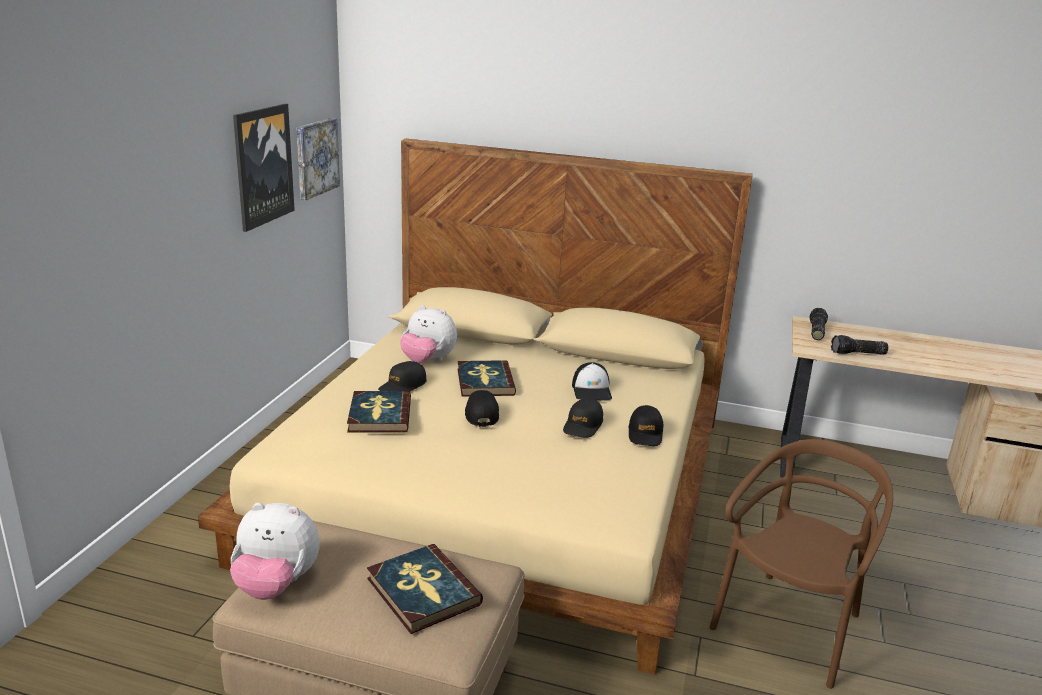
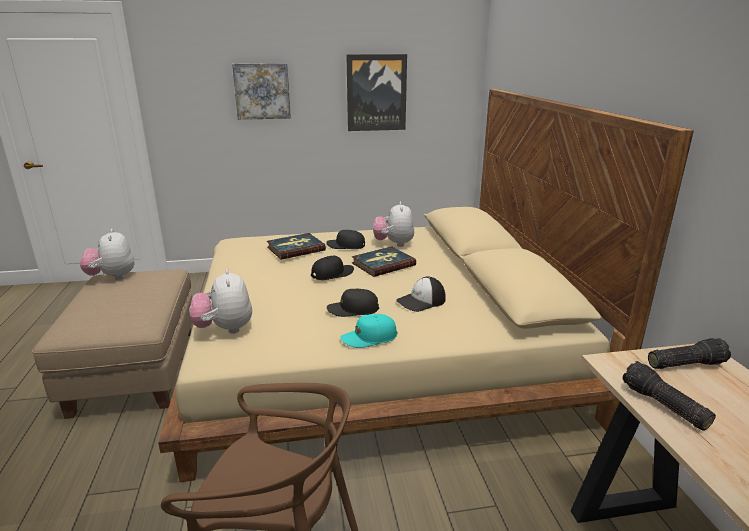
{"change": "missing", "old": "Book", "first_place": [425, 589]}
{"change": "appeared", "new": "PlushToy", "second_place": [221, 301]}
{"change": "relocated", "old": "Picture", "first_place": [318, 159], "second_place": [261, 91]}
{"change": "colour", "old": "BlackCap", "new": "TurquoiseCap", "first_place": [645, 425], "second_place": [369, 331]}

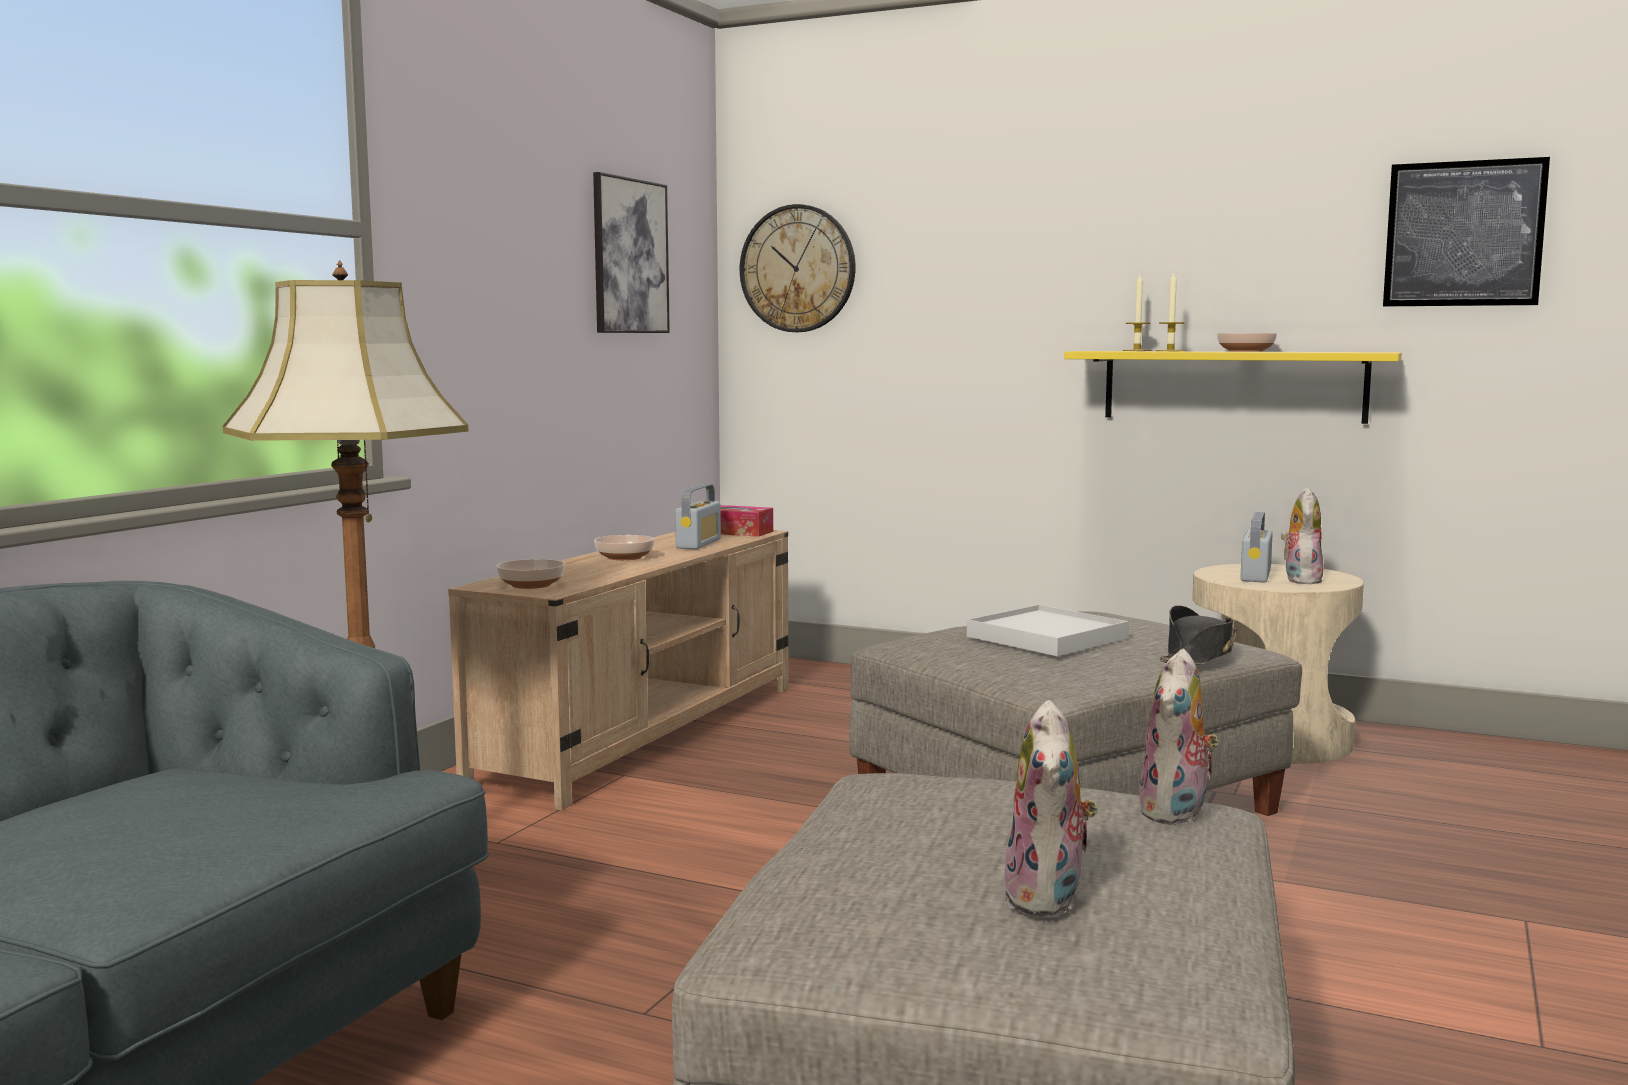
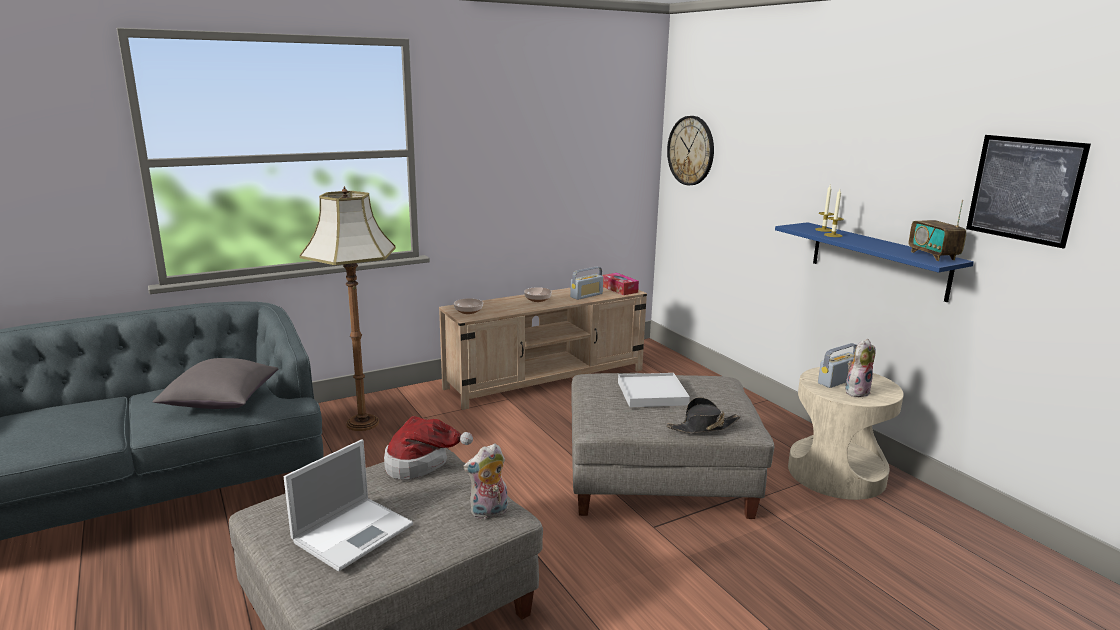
{"change": "missing", "old": "Picture", "first_place": [631, 252]}
{"change": "missing", "old": "Bowl", "first_place": [1247, 342]}
{"change": "appeared", "new": "GreyPillow", "second_place": [215, 383]}
{"change": "appeared", "new": "Hat", "second_place": [428, 448]}
{"change": "appeared", "new": "Radio", "second_place": [937, 230]}
{"change": "exchanged", "old": "PlushToy", "new": "Laptop", "first_place": [1050, 808], "second_place": [348, 505]}
{"change": "colour", "old": "YellowShelf", "new": "BlueShelf", "first_place": [1232, 387], "second_place": [874, 262]}

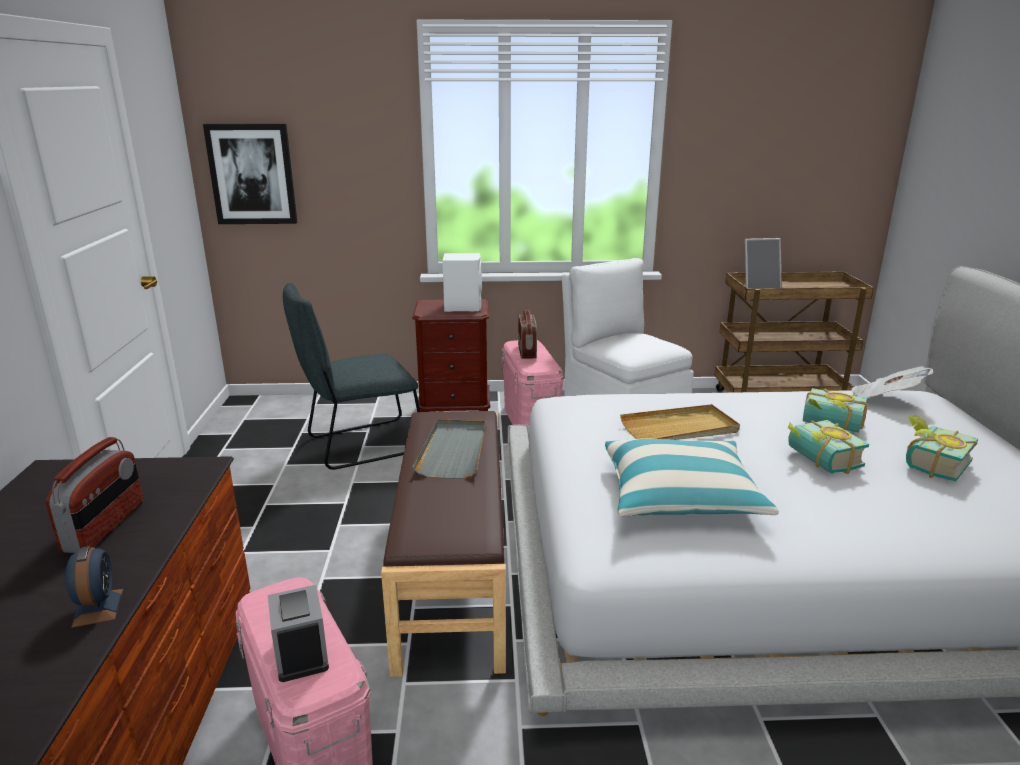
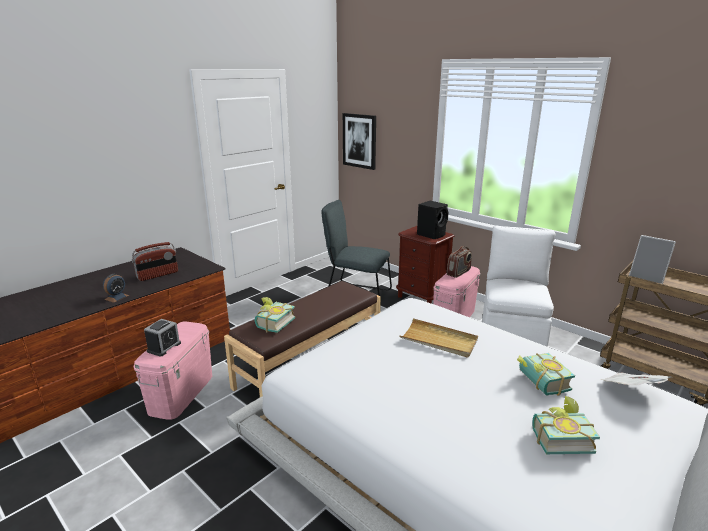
{"change": "missing", "old": "GreyTray", "first_place": [449, 449]}
{"change": "missing", "old": "Pillow", "first_place": [692, 478]}
{"change": "relocated", "old": "Book", "first_place": [828, 447], "second_place": [275, 315]}
{"change": "colour", "old": "WhiteSpeaker", "new": "BlackSpeaker", "first_place": [462, 282], "second_place": [432, 220]}

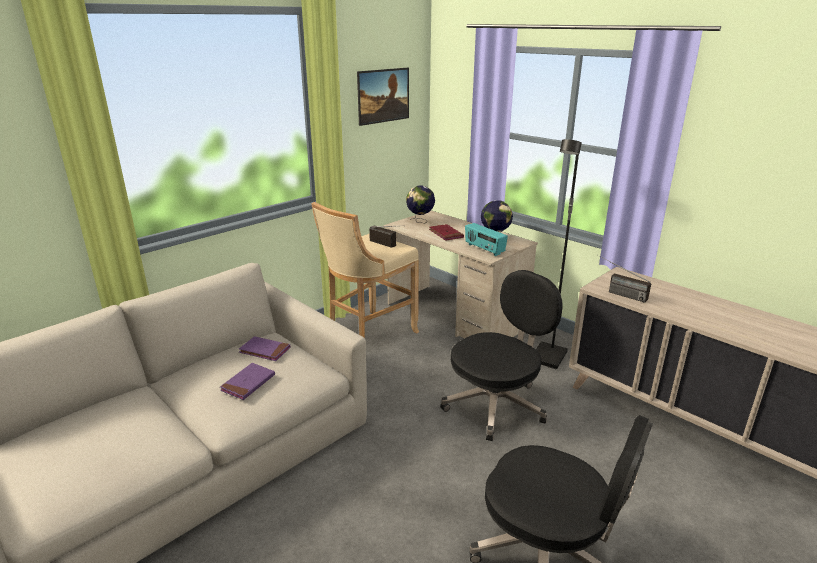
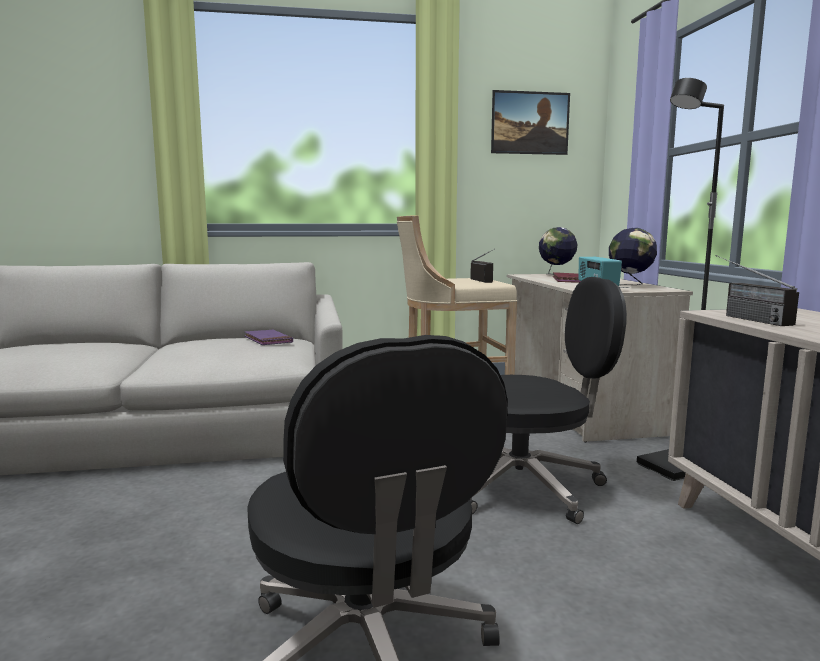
{"change": "missing", "old": "PurpleBook", "first_place": [247, 381]}

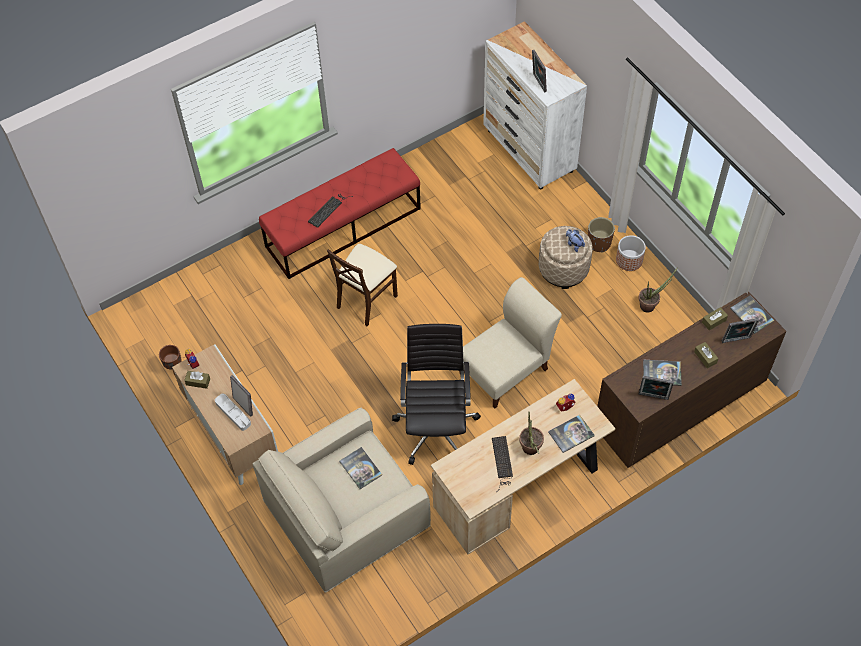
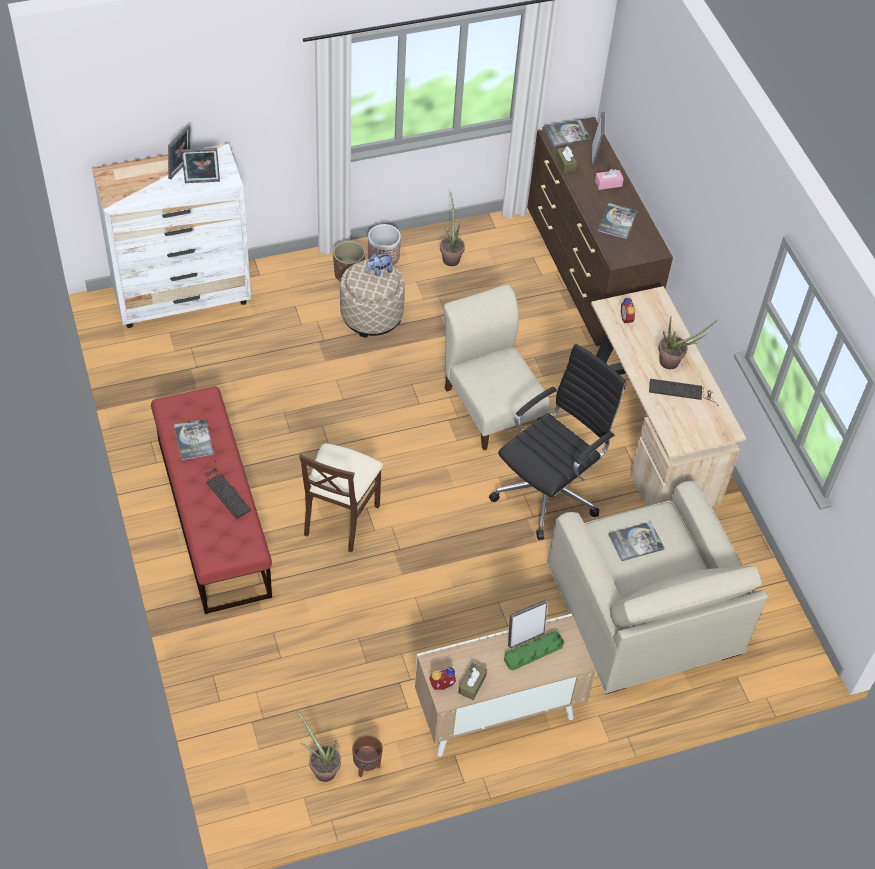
{"change": "appeared", "new": "PottedPlant", "second_place": [318, 746]}
{"change": "relocated", "old": "Book", "first_place": [571, 434], "second_place": [194, 440]}
{"change": "relocated", "old": "PictureFrame", "first_place": [656, 388], "second_place": [179, 152]}
{"change": "colour", "old": "GreyTray", "new": "GreenTray", "first_place": [233, 412], "second_place": [534, 650]}
{"change": "colour", "old": "BrownTissueBox", "new": "PinkTissueBox", "first_place": [706, 355], "second_place": [609, 179]}
{"change": "spun", "old": "BeigeChair", "first_place": [362, 285], "second_place": [341, 497], "degrees": 60}
{"change": "spun", "old": "BlackOfficeChair", "first_place": [436, 394], "second_place": [557, 442], "degrees": 120}

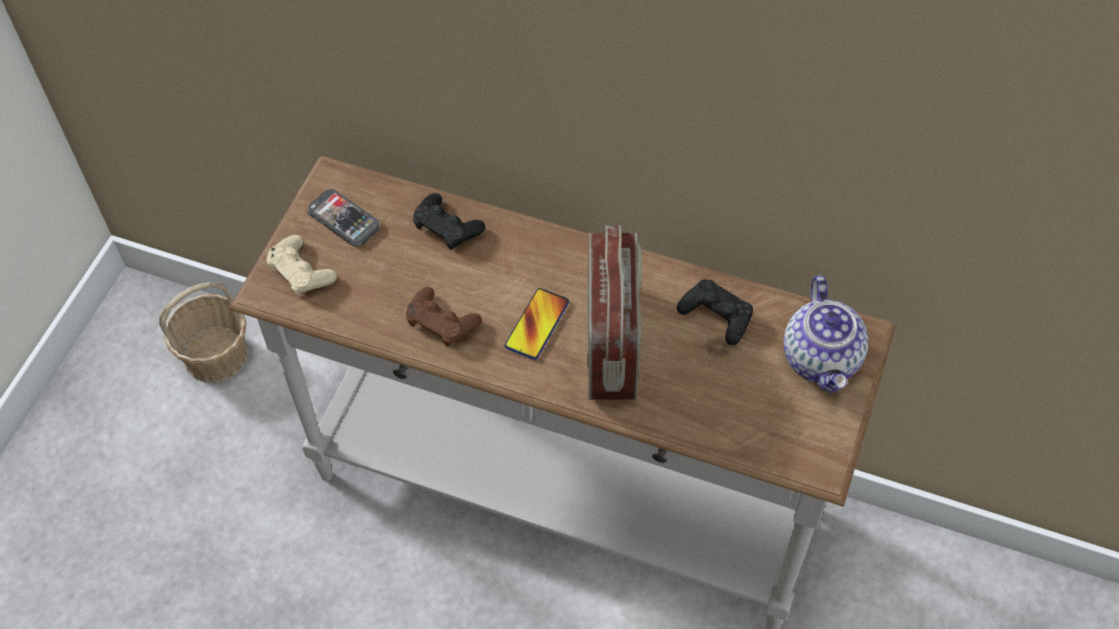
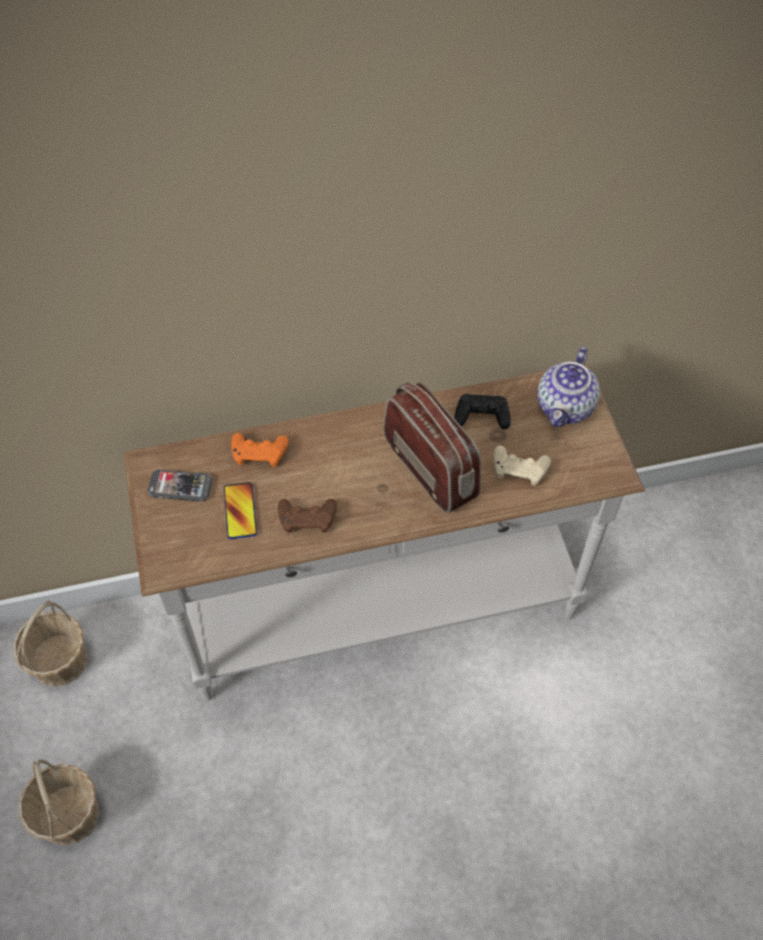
{"change": "appeared", "new": "Basket", "second_place": [59, 802]}
{"change": "relocated", "old": "BeigeGameController", "first_place": [301, 265], "second_place": [522, 465]}
{"change": "relocated", "old": "Phone", "first_place": [537, 324], "second_place": [240, 510]}
{"change": "colour", "old": "BlackGameController", "new": "OrangeGameController", "first_place": [449, 221], "second_place": [259, 450]}
{"change": "spun", "old": "Teapot", "first_place": [825, 334], "second_place": [568, 387], "degrees": 60}

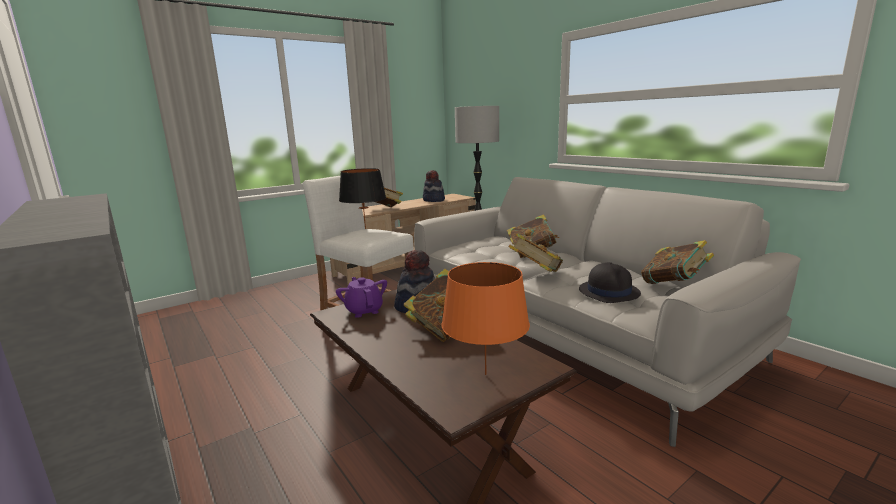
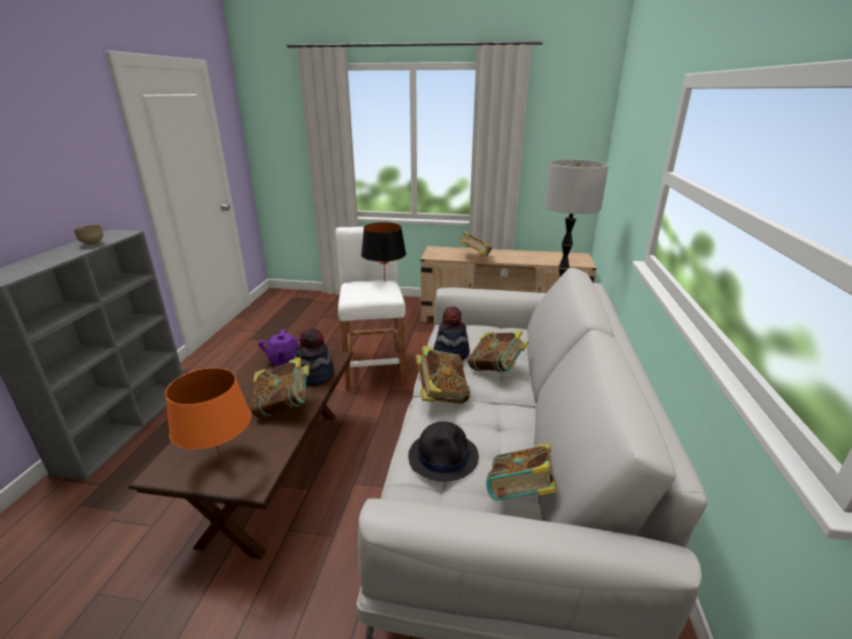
{"change": "appeared", "new": "BrownBowl", "second_place": [88, 235]}
{"change": "relocated", "old": "Hat", "first_place": [434, 186], "second_place": [452, 334]}
{"change": "spun", "old": "PurpleTeapot", "first_place": [361, 297], "second_place": [279, 347], "degrees": 150}

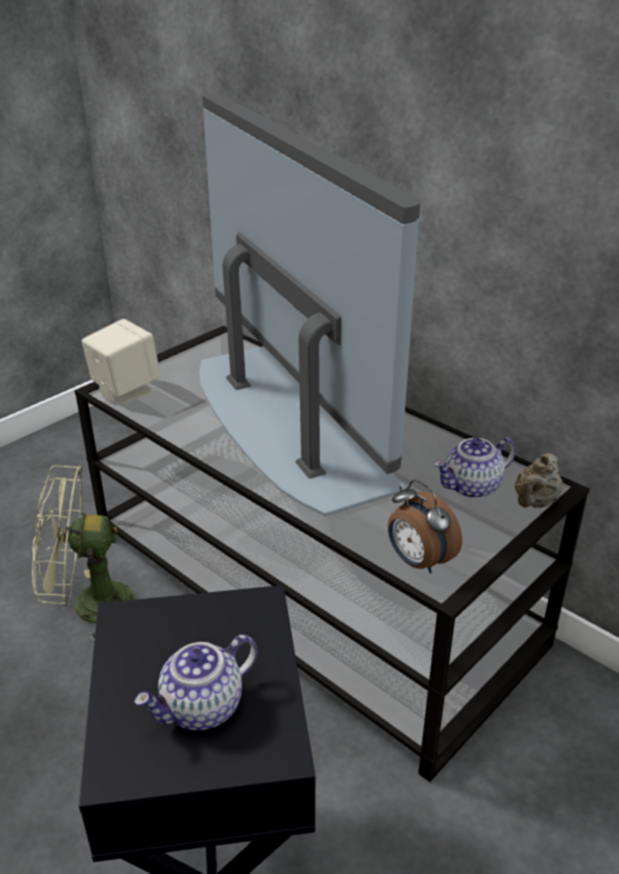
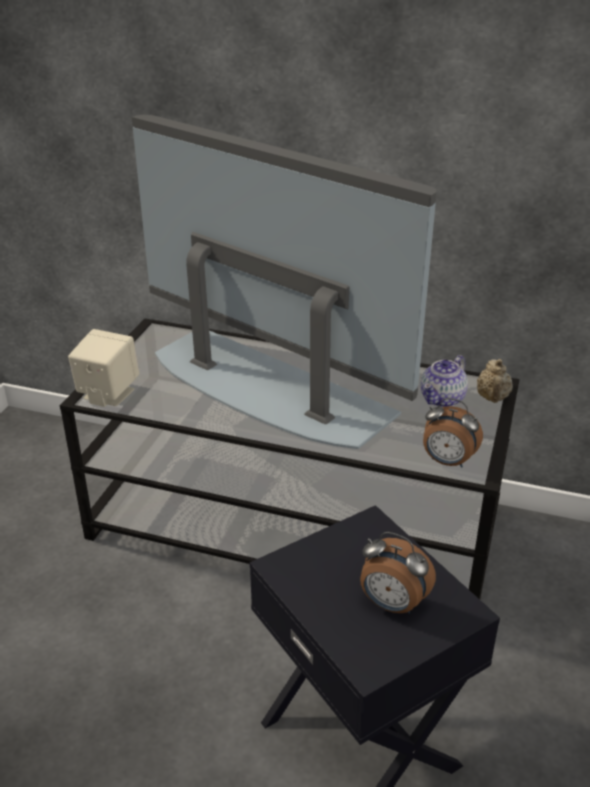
{"change": "missing", "old": "GreenFan", "first_place": [83, 553]}
{"change": "exchanged", "old": "Teapot", "new": "AlarmClock", "first_place": [196, 682], "second_place": [398, 573]}

